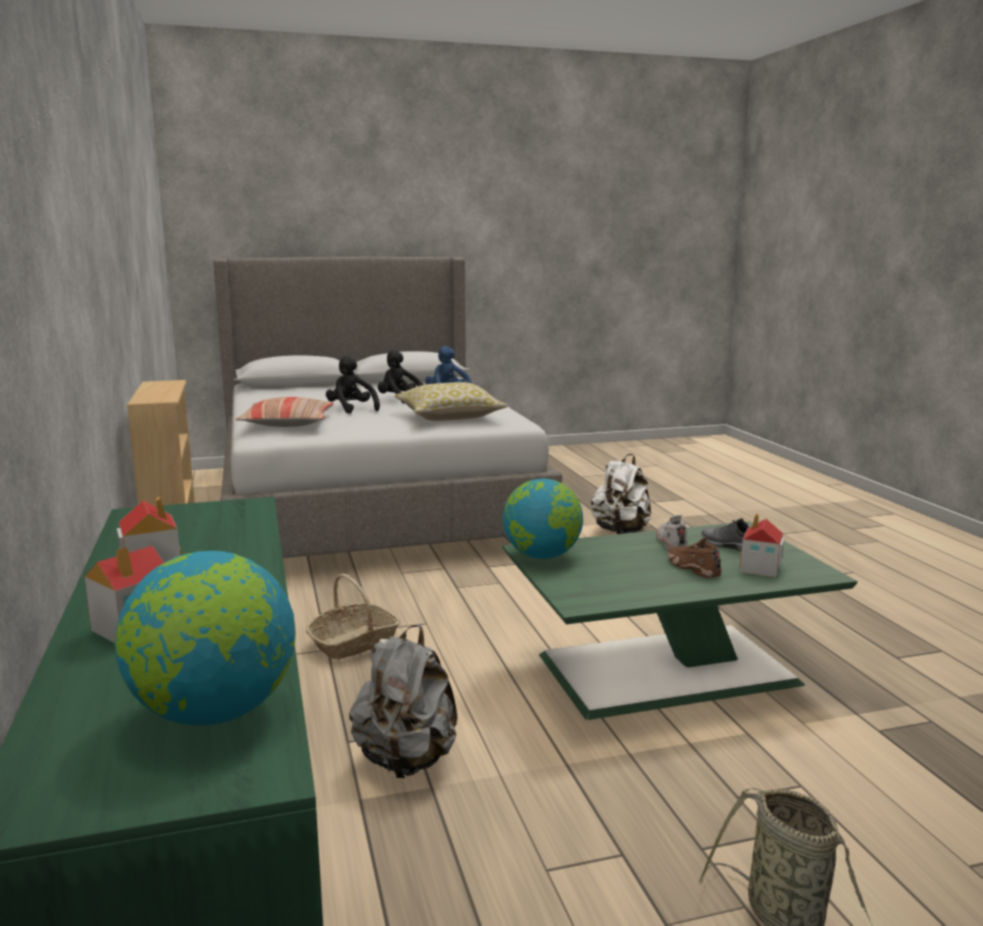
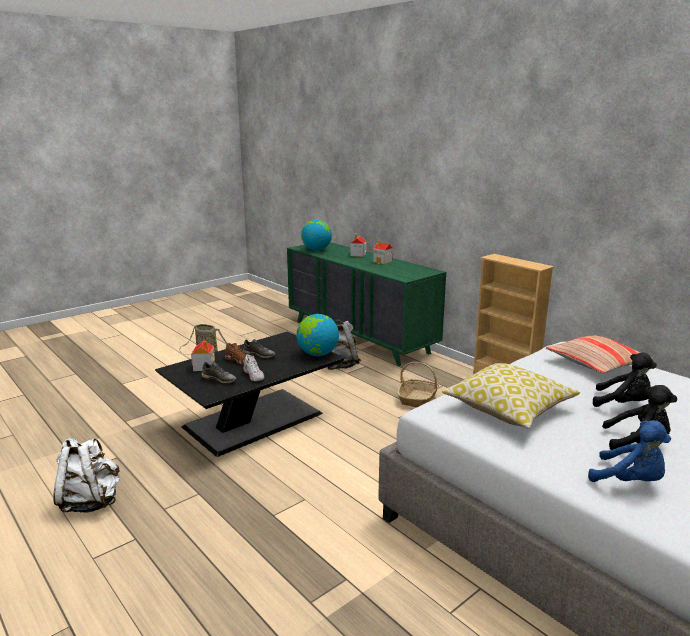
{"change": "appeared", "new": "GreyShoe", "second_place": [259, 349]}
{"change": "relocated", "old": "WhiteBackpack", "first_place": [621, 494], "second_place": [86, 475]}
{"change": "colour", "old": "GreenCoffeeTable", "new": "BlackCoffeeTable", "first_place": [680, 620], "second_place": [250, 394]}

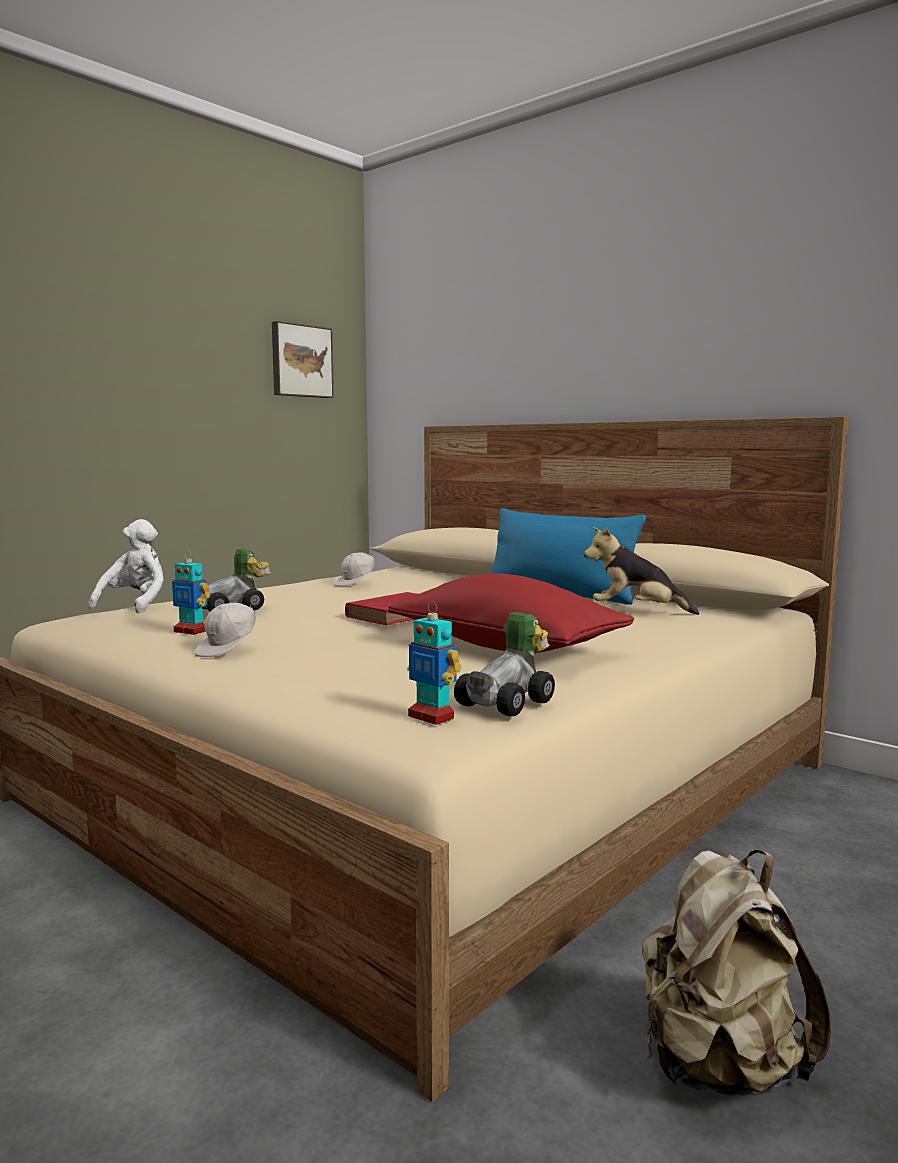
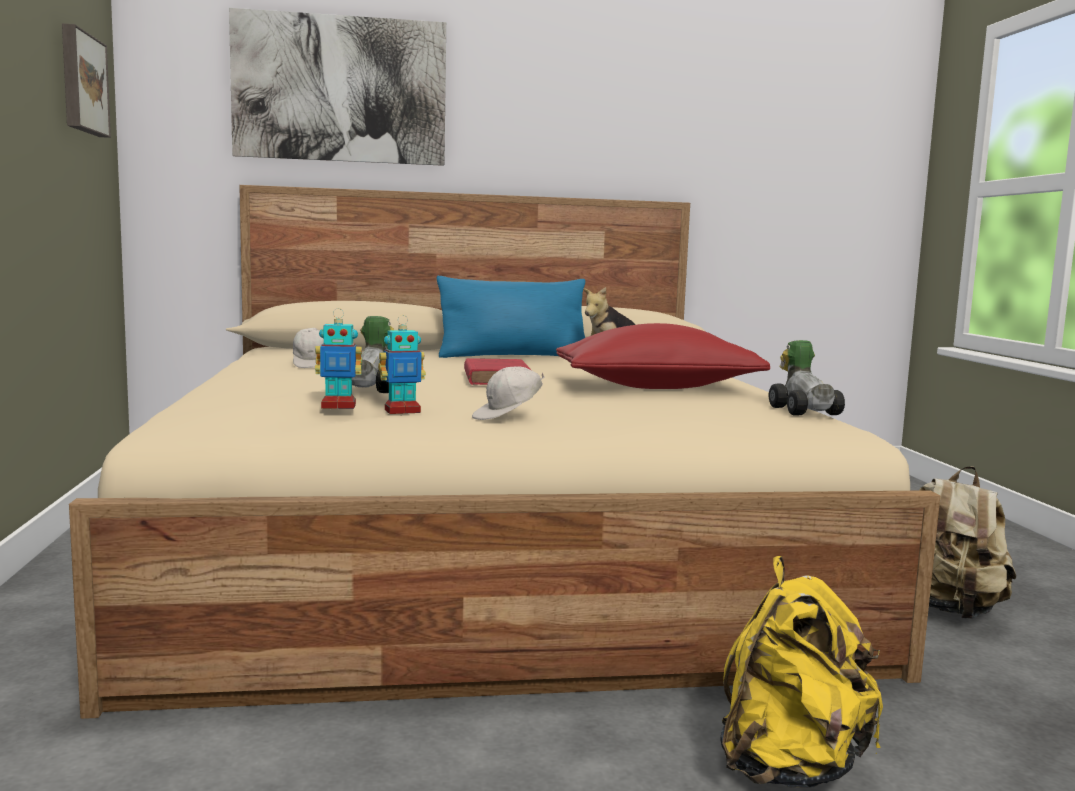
{"change": "missing", "old": "WhitePlushToy", "first_place": [126, 566]}
{"change": "appeared", "new": "Picture", "second_place": [337, 87]}
{"change": "appeared", "new": "YellowBackpack", "second_place": [801, 672]}
{"change": "relocated", "old": "ToyRobot", "first_place": [434, 663], "second_place": [338, 358]}
{"change": "spun", "old": "WhiteCap", "first_place": [225, 630], "second_place": [508, 393], "degrees": 75}

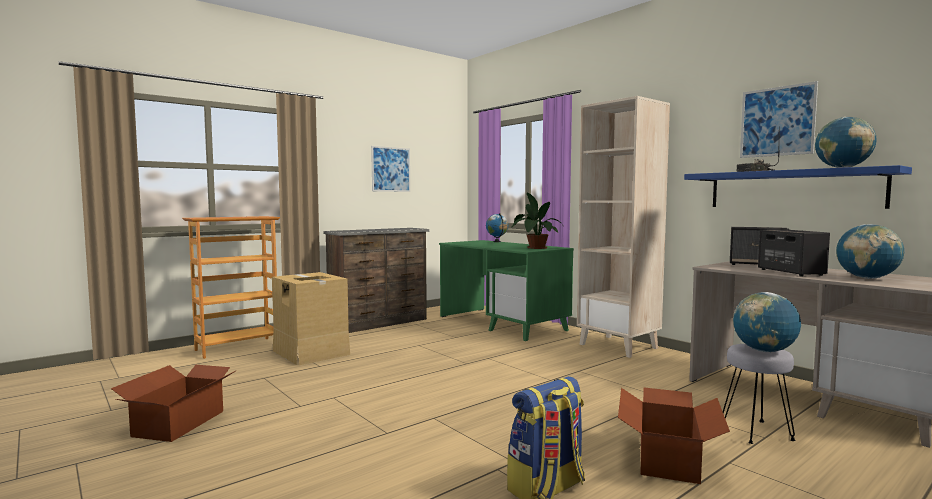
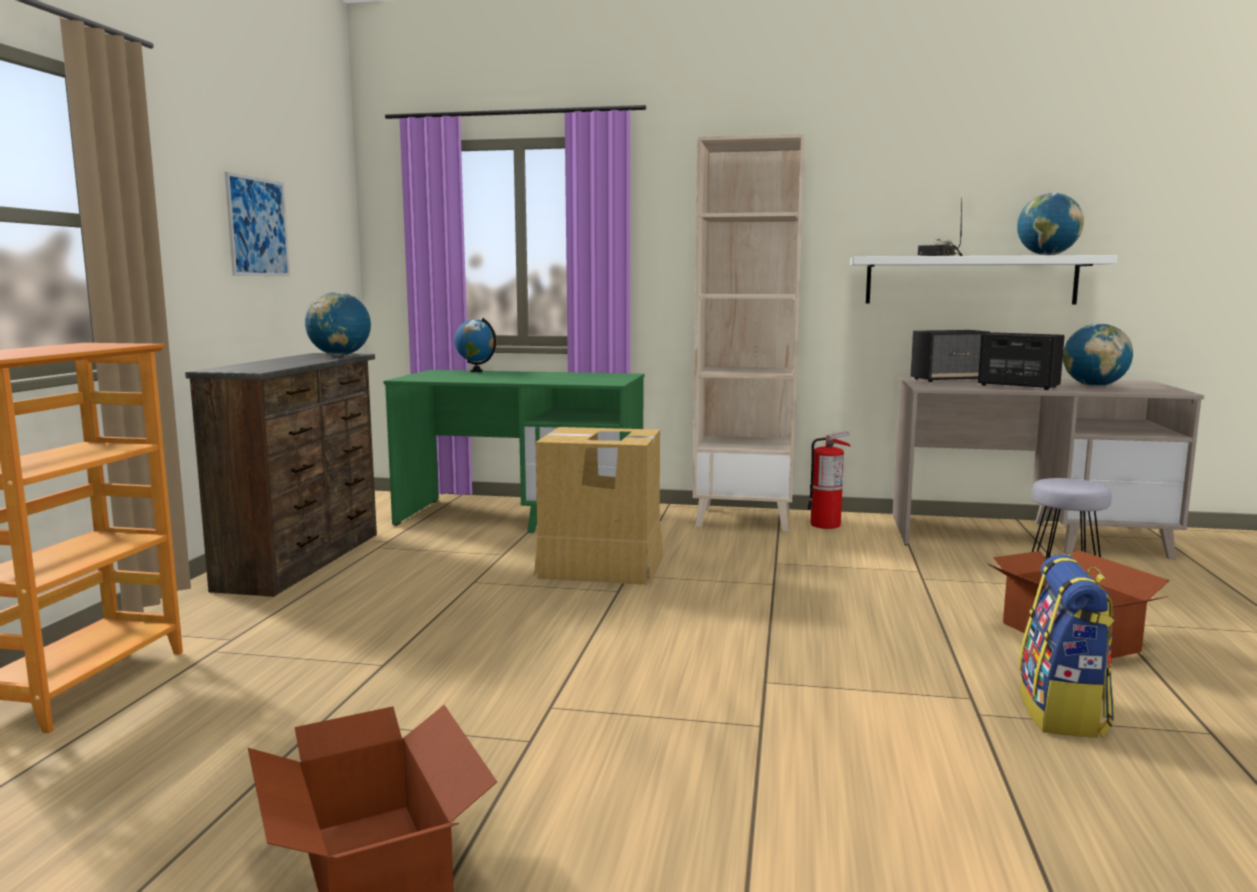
{"change": "missing", "old": "PottedPlant", "first_place": [537, 220]}
{"change": "missing", "old": "Picture", "first_place": [779, 119]}
{"change": "appeared", "new": "FireExtinguisher", "second_place": [829, 480]}
{"change": "relocated", "old": "CardboardBox", "first_place": [311, 318], "second_place": [598, 506]}
{"change": "relocated", "old": "Globe", "first_place": [767, 322], "second_place": [338, 324]}
{"change": "colour", "old": "BlueShelf", "new": "WhiteShelf", "first_place": [798, 187], "second_place": [983, 279]}

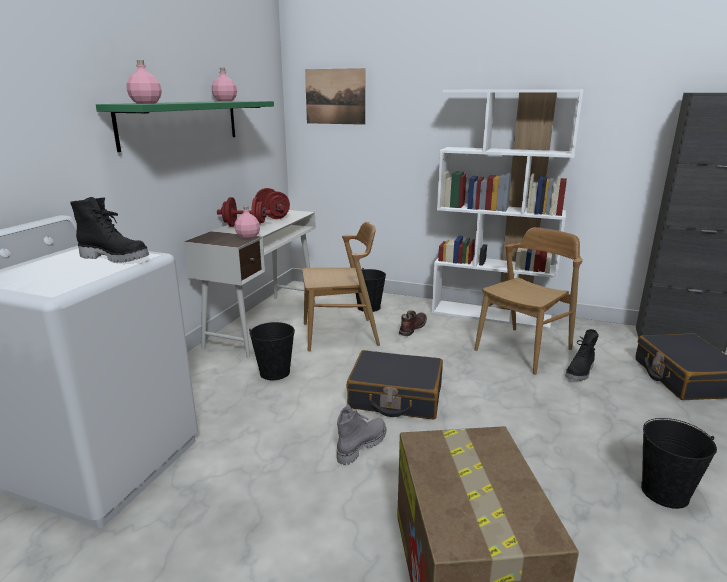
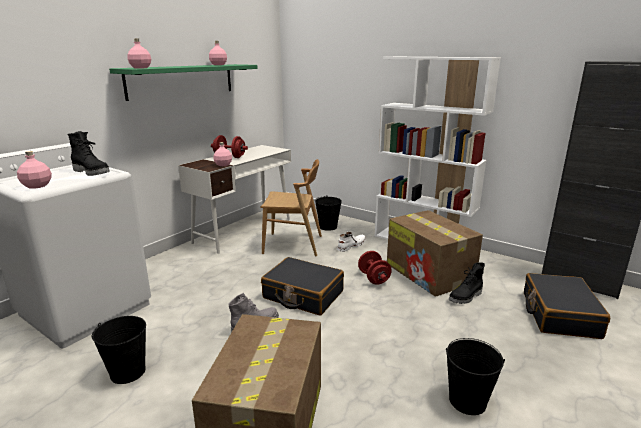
{"change": "missing", "old": "Picture", "first_place": [335, 96]}
{"change": "appeared", "new": "PinkBottle", "second_place": [34, 170]}
{"change": "relocated", "old": "BlackBucket", "first_place": [272, 351], "second_place": [119, 350]}
{"change": "relocated", "old": "RedDumbbell", "first_place": [272, 203], "second_place": [375, 268]}
{"change": "exchanged", "old": "BrownChair", "new": "CardboardBox", "first_place": [528, 301], "second_place": [435, 253]}
{"change": "colour", "old": "BrownBoot", "new": "WhiteBoot", "first_place": [413, 323], "second_place": [351, 242]}

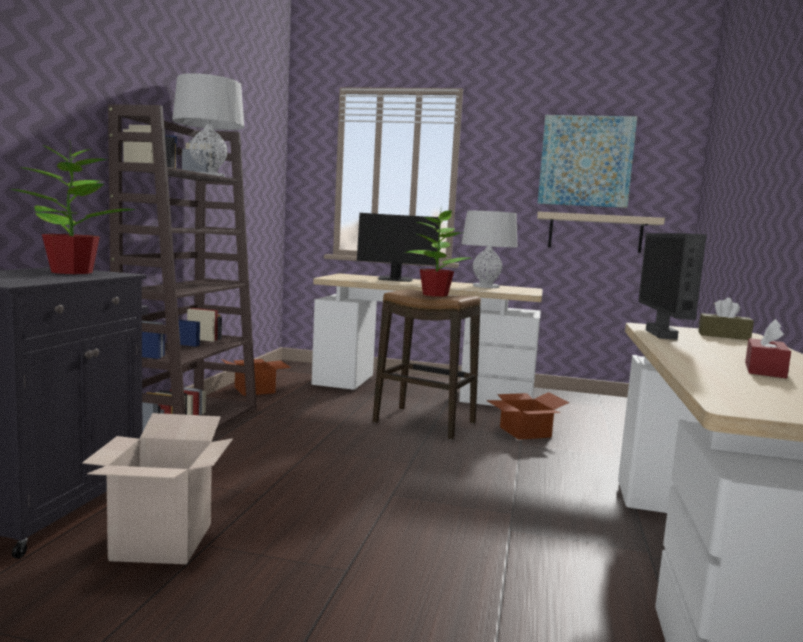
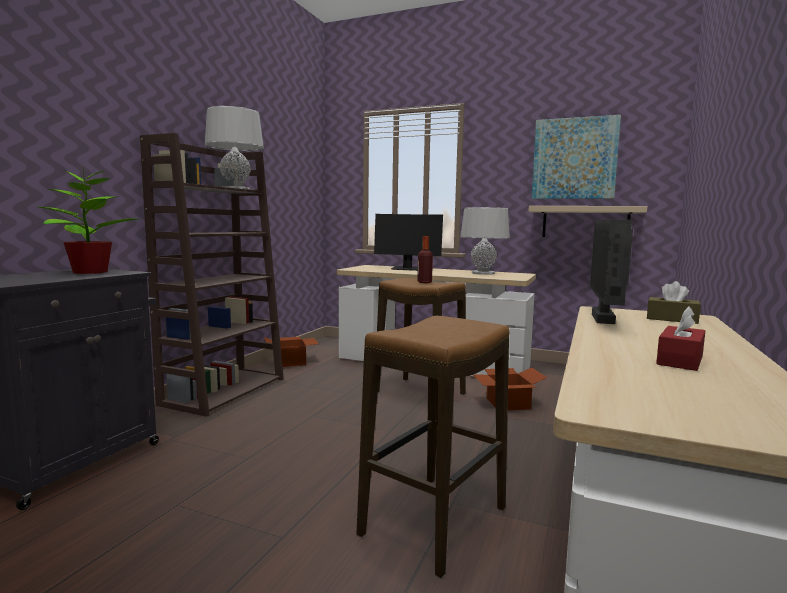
{"change": "missing", "old": "CardboardBox", "first_place": [157, 488]}
{"change": "appeared", "new": "Stool", "second_place": [432, 447]}
{"change": "exchanged", "old": "PottedPlant", "new": "Bottle", "first_place": [438, 253], "second_place": [425, 259]}

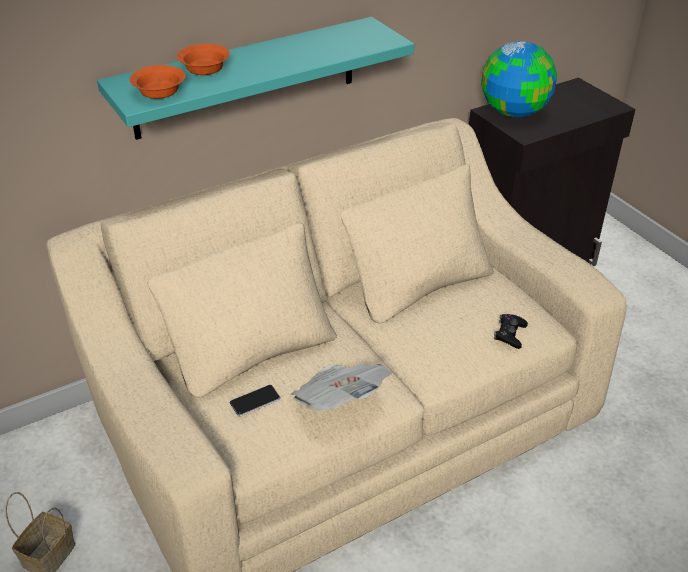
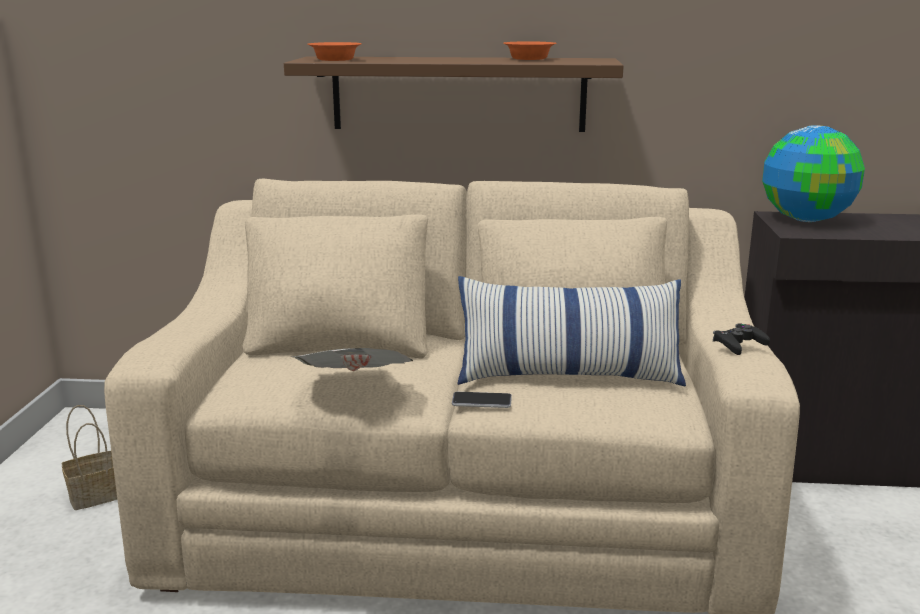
{"change": "appeared", "new": "Pillow", "second_place": [571, 331]}
{"change": "relocated", "old": "OrangeBowl", "first_place": [203, 59], "second_place": [529, 50]}
{"change": "relocated", "old": "Phone", "first_place": [255, 401], "second_place": [482, 400]}
{"change": "relocated", "old": "BlackGameController", "first_place": [511, 331], "second_place": [741, 339]}
{"change": "colour", "old": "TurquoiseShelf", "new": "BrownShelf", "first_place": [255, 78], "second_place": [454, 94]}

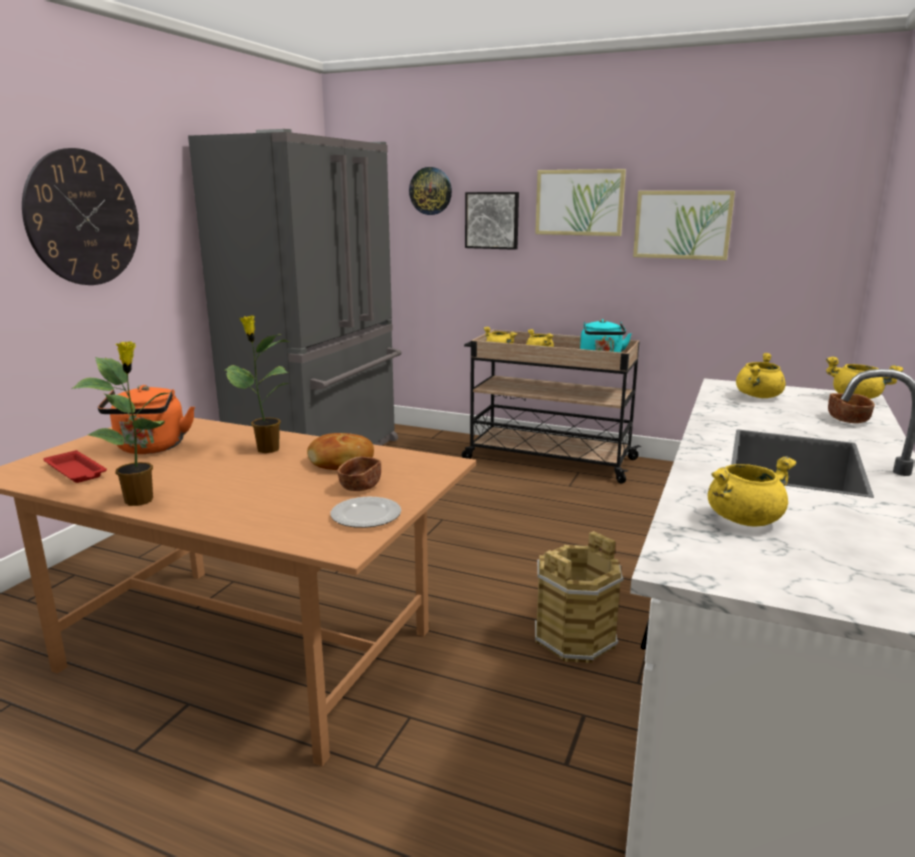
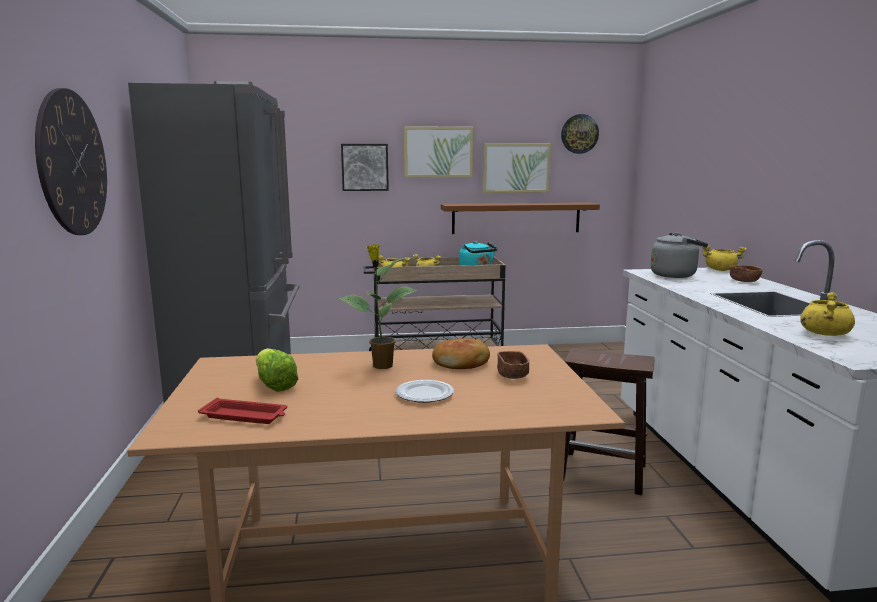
{"change": "missing", "old": "PottedPlant", "first_place": [121, 423]}
{"change": "appeared", "new": "BrownShelf", "second_place": [520, 218]}
{"change": "relocated", "old": "Plate", "first_place": [365, 512], "second_place": [424, 391]}
{"change": "relocated", "old": "WallClock", "first_place": [430, 191], "second_place": [580, 134]}
{"change": "exchanged", "old": "OrangeKettle", "new": "Lettuce", "first_place": [146, 419], "second_place": [277, 370]}
{"change": "exchanged", "old": "BrownBucket", "new": "BrownStool", "first_place": [579, 597], "second_place": [609, 421]}
{"change": "exchanged", "old": "YellowCookingPot", "new": "GreyKettle", "first_place": [761, 375], "second_place": [679, 255]}

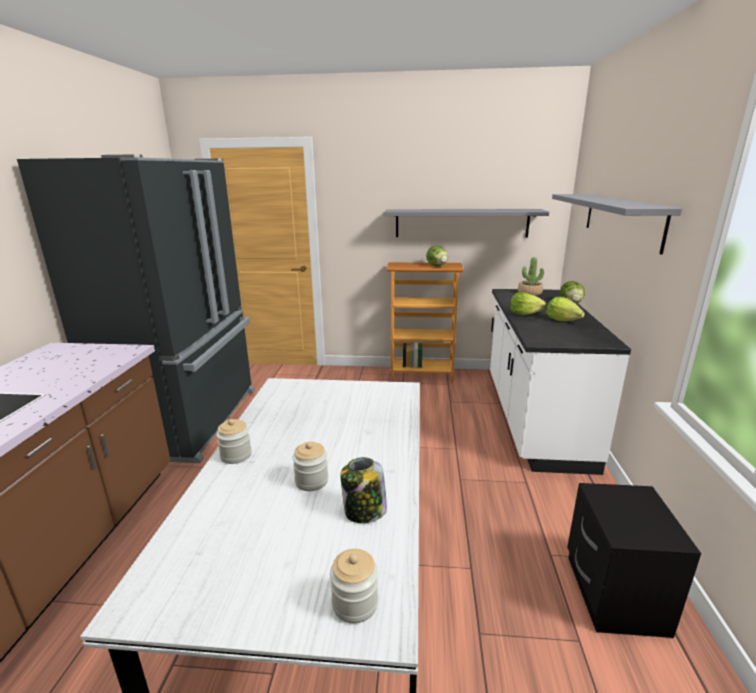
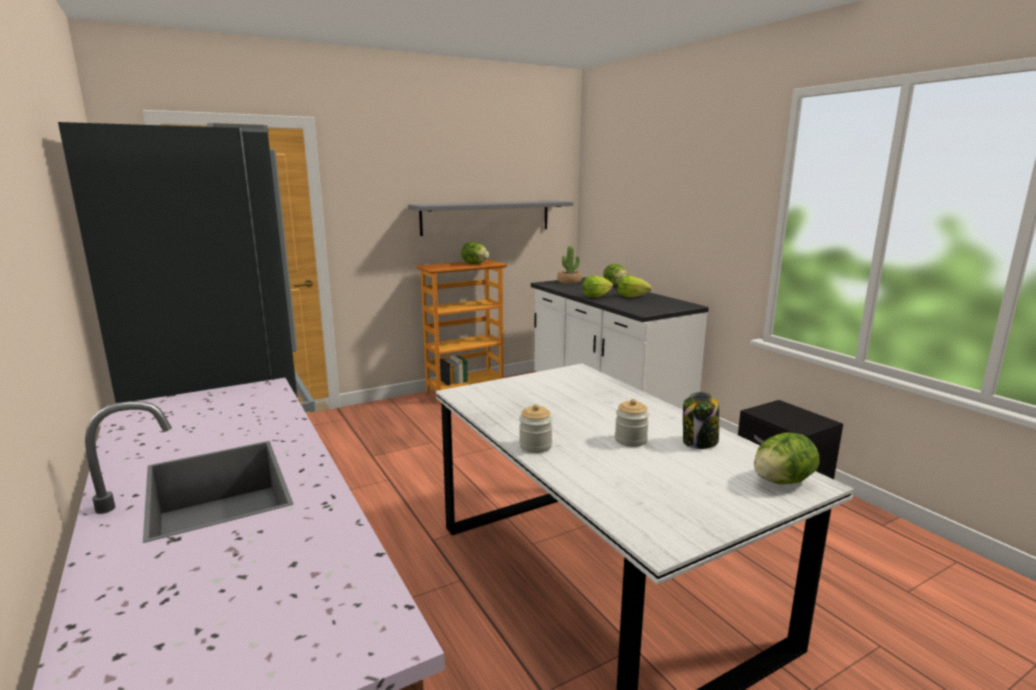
{"change": "missing", "old": "GreyShelf", "first_place": [617, 224]}
{"change": "exchanged", "old": "Jar", "new": "Lettuce", "first_place": [354, 586], "second_place": [787, 458]}

